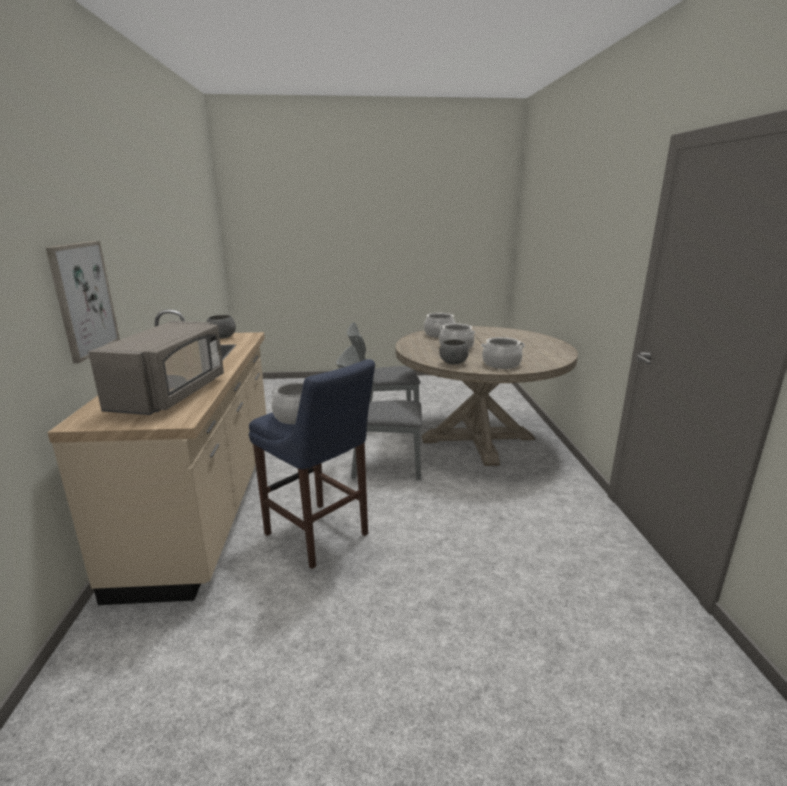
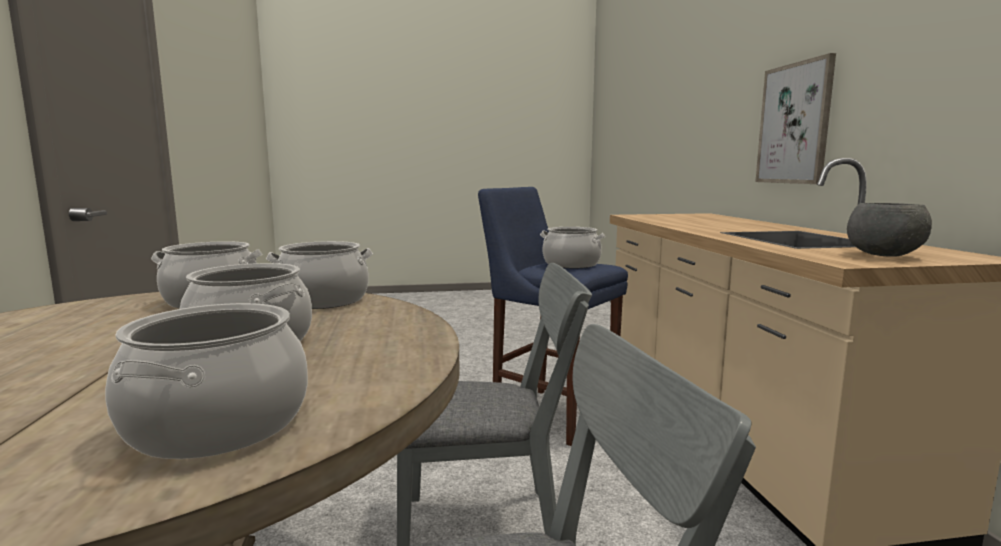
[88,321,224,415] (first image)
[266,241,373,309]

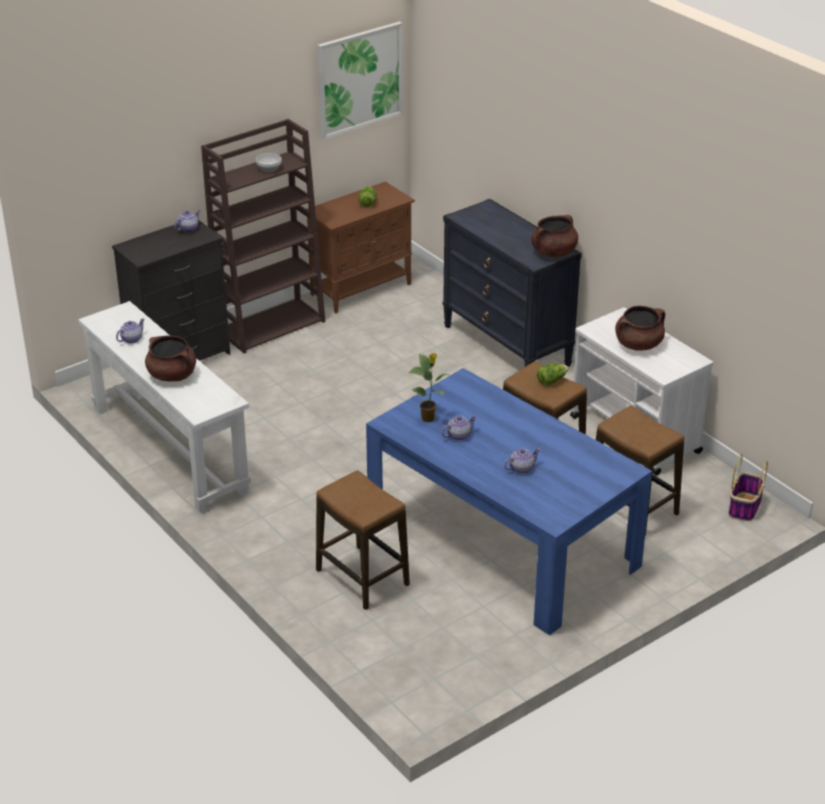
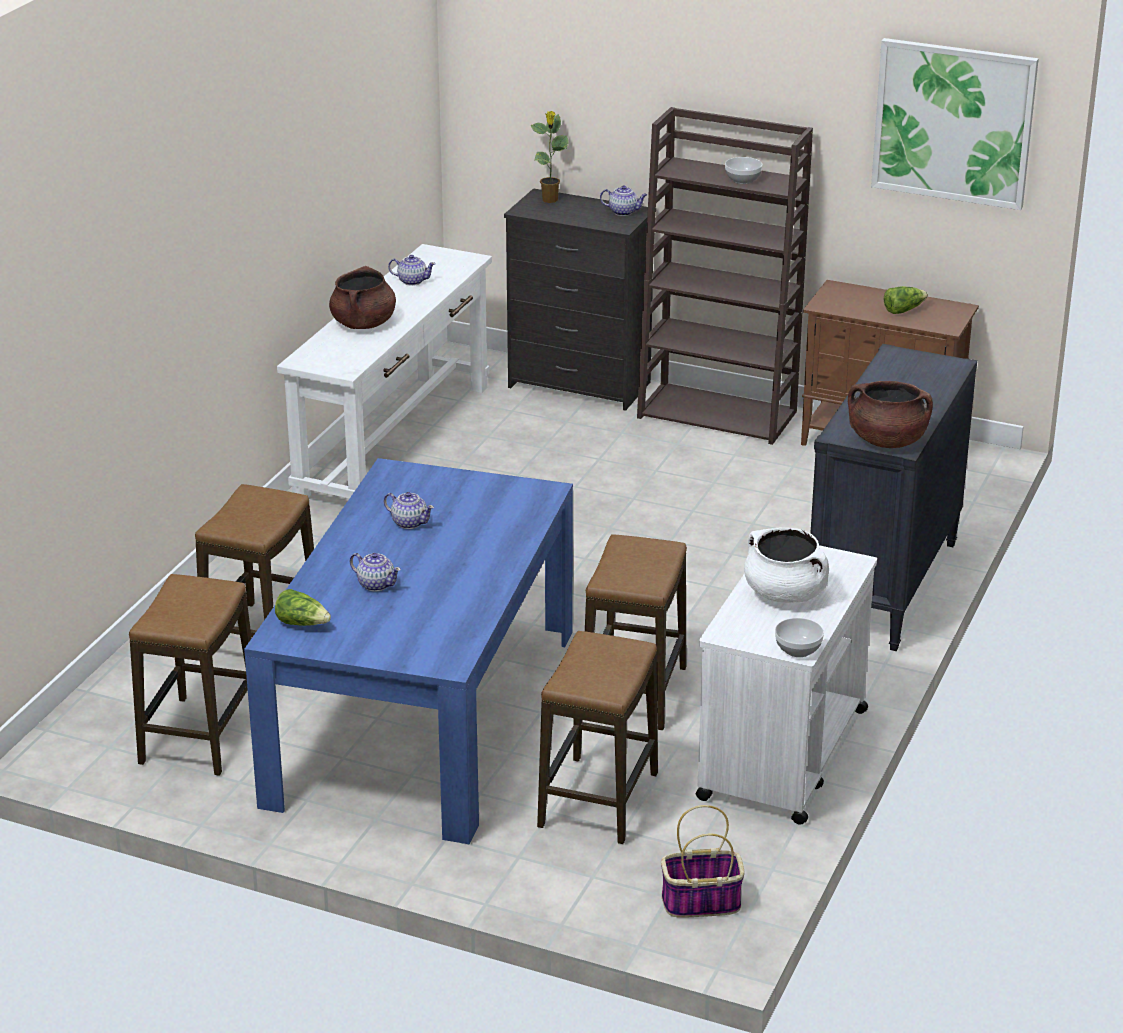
[744,528,829,603]
[531,111,569,203]
[275,589,331,626]
[129,574,252,776]
[775,618,824,657]

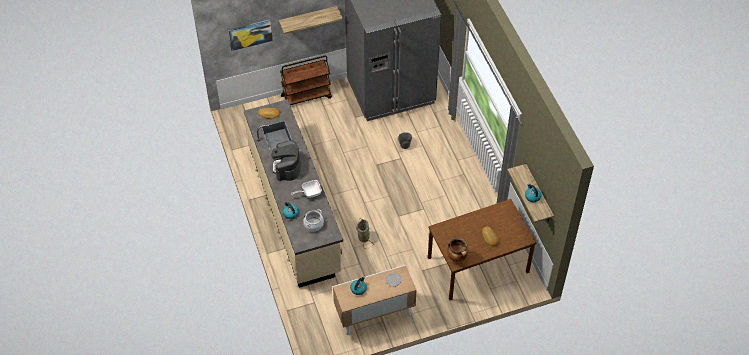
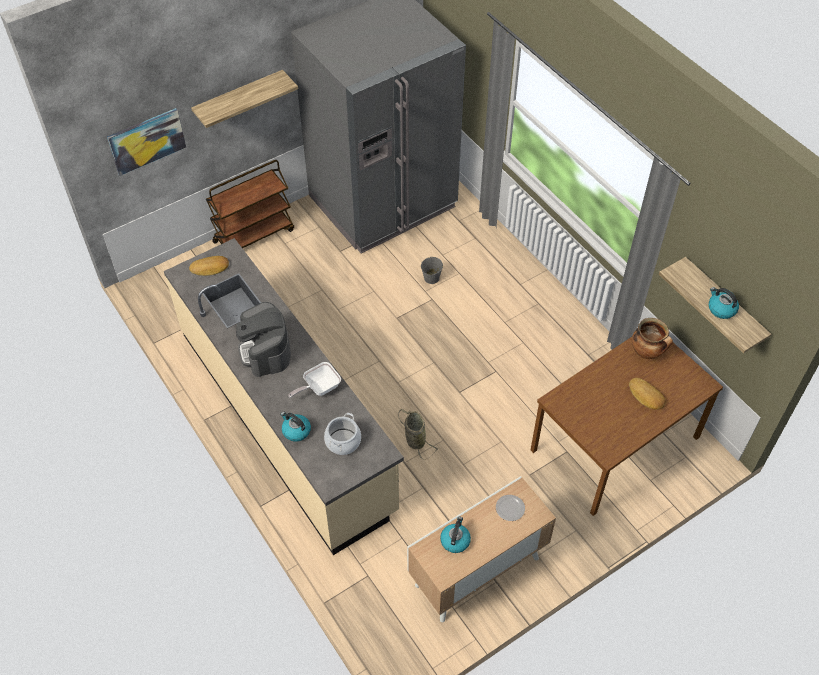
[632,318,673,359]

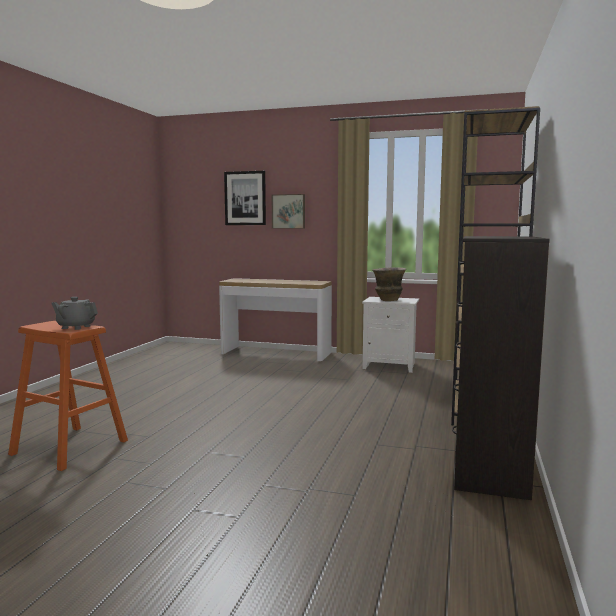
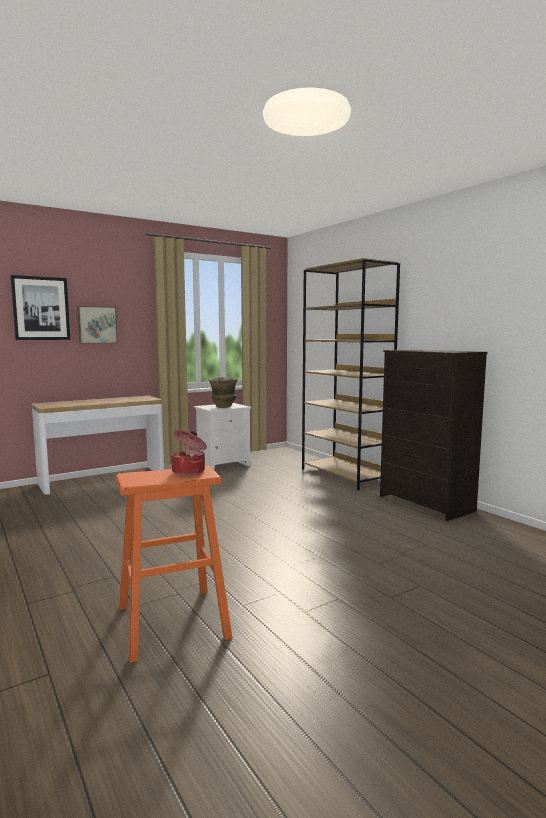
[171,430,207,475]

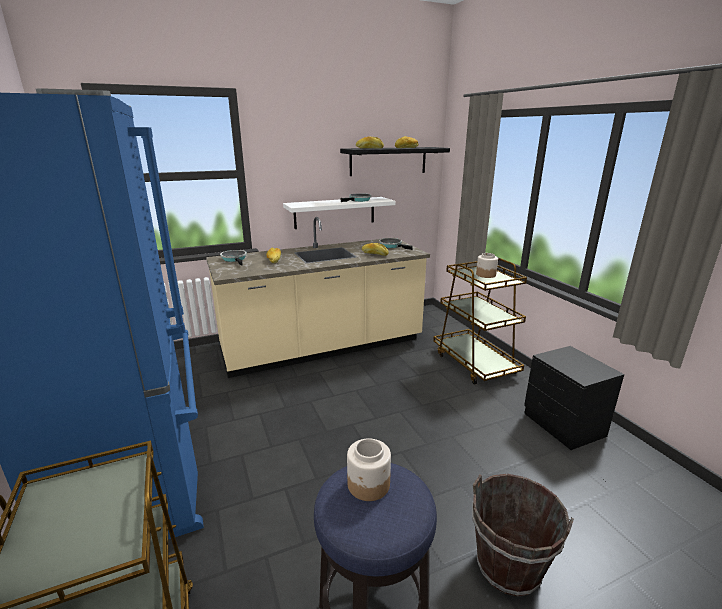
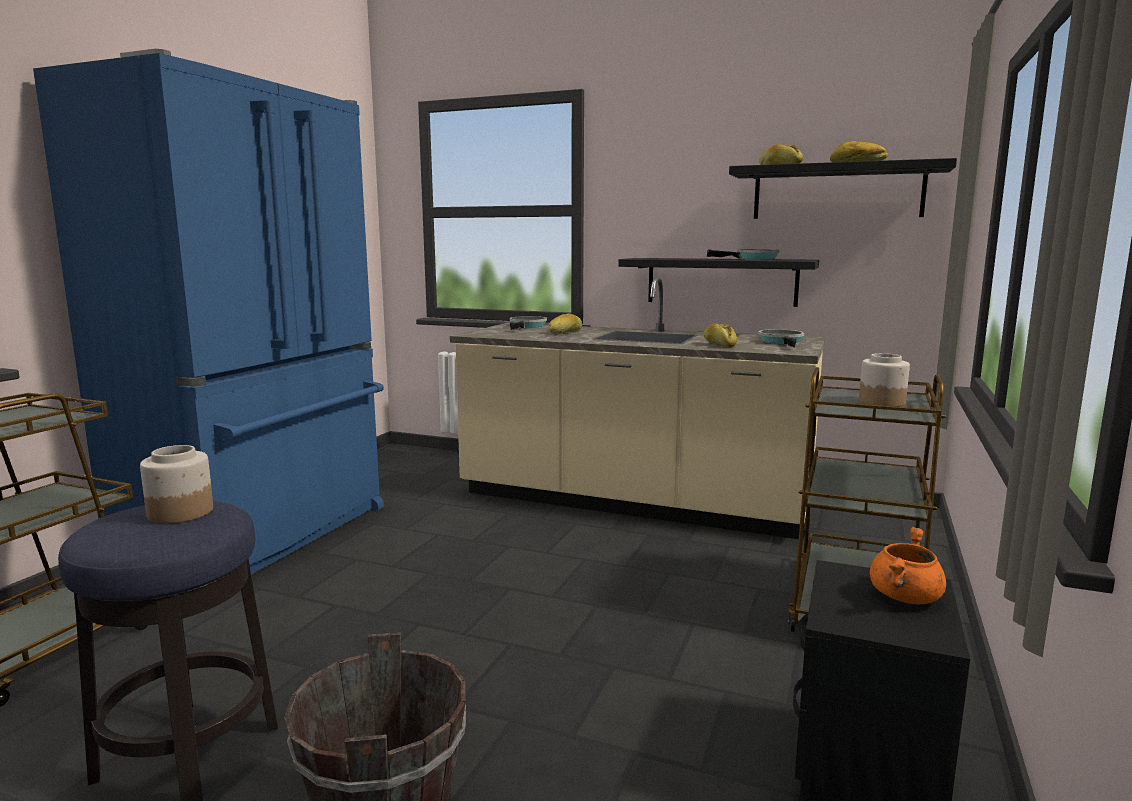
[619,258,819,307]
[870,527,946,604]

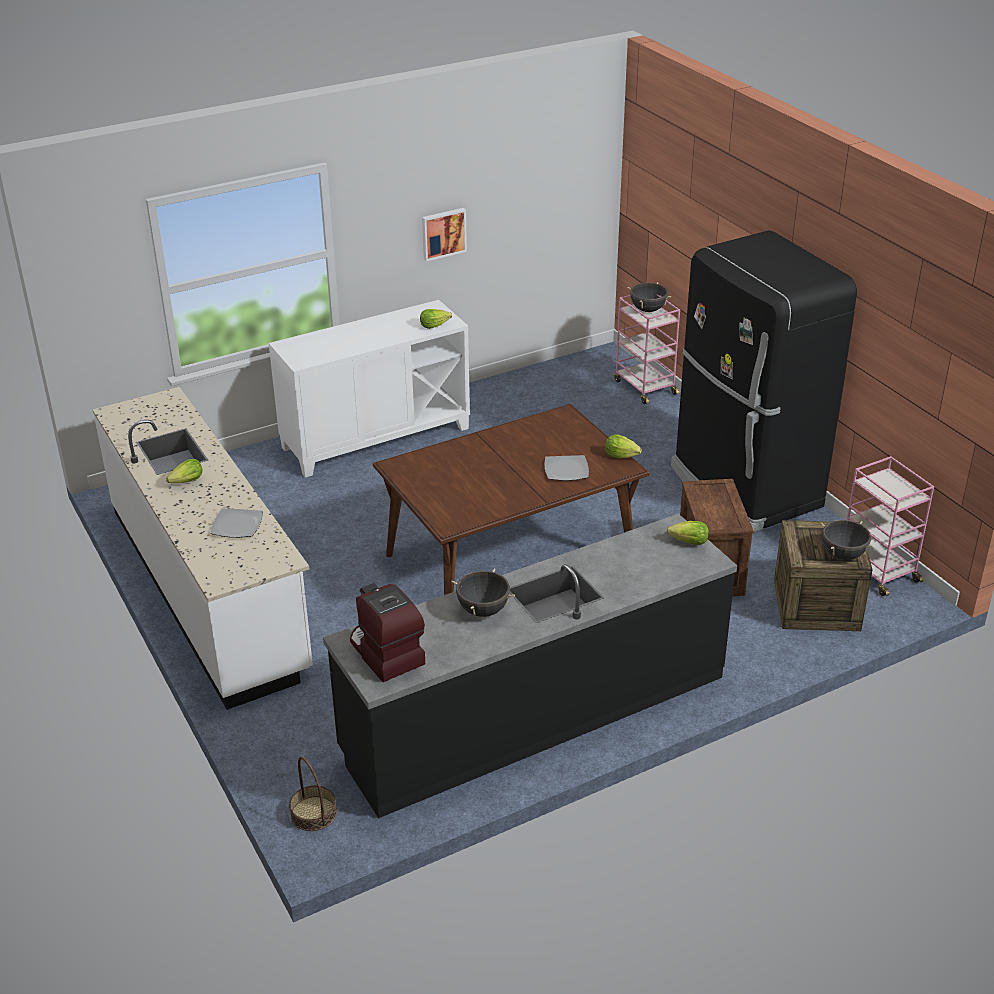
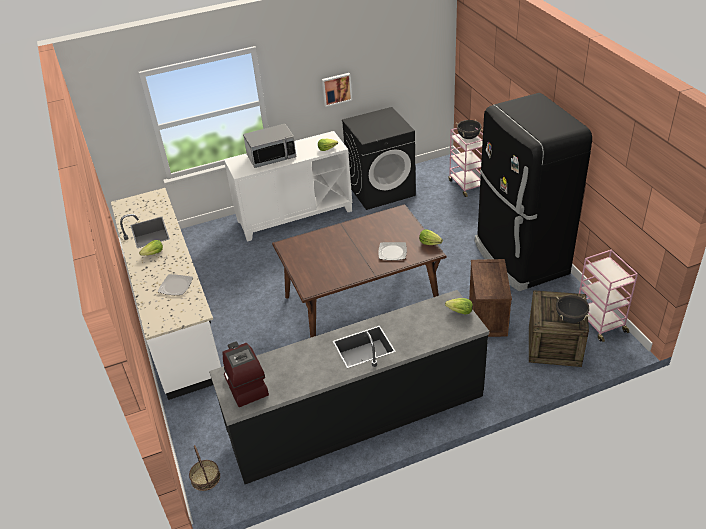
[451,568,515,617] (first image)
[342,107,416,210]
[243,124,296,168]

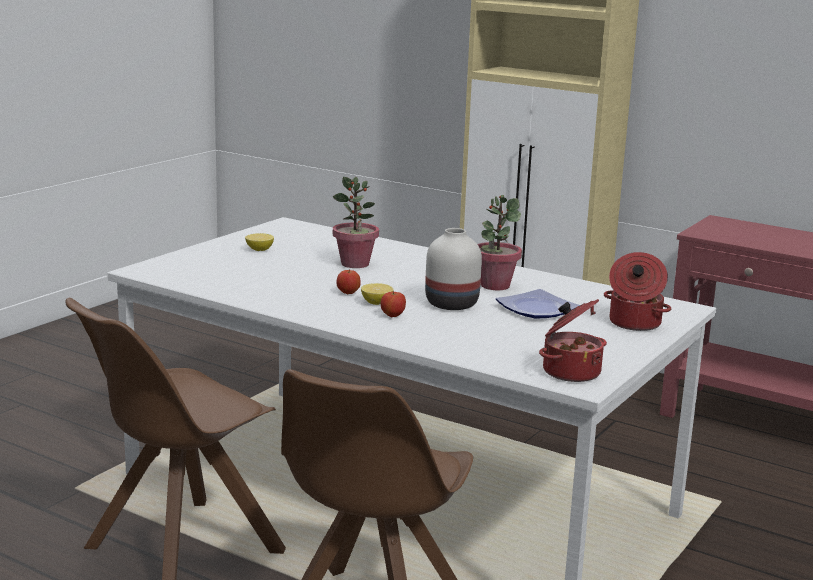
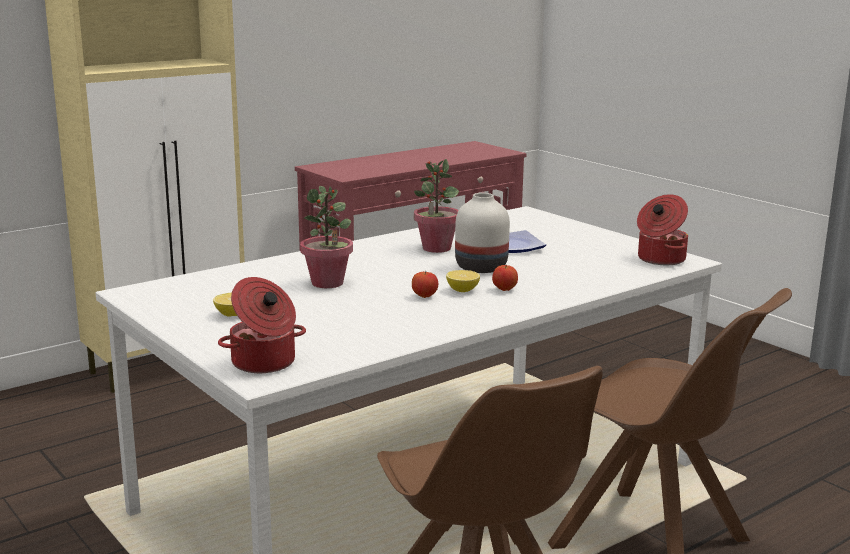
[218,277,306,373]

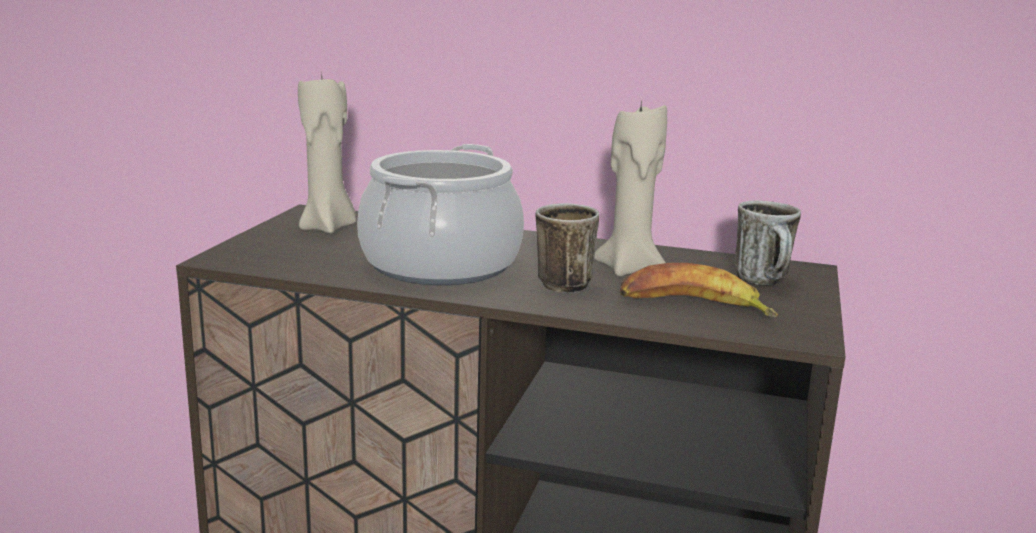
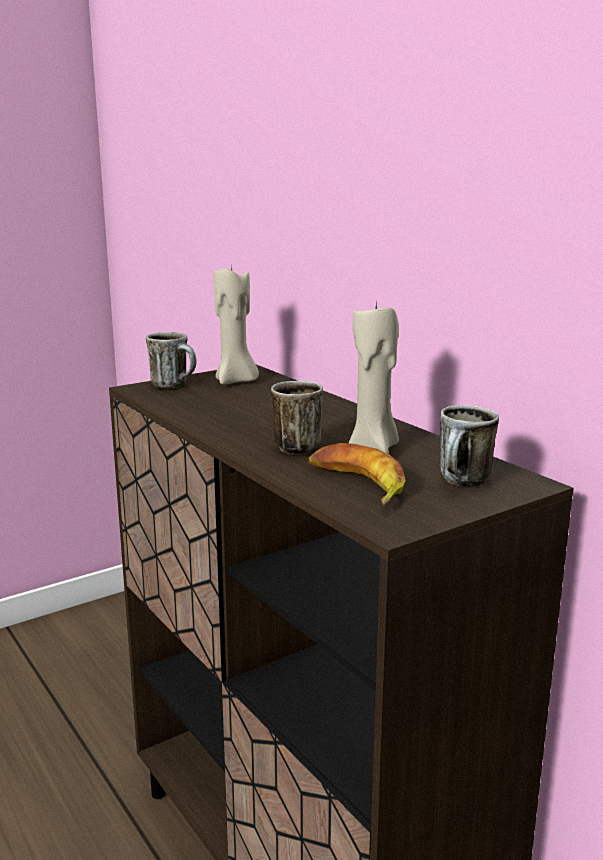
[357,144,524,285] (first image)
[146,332,197,389]

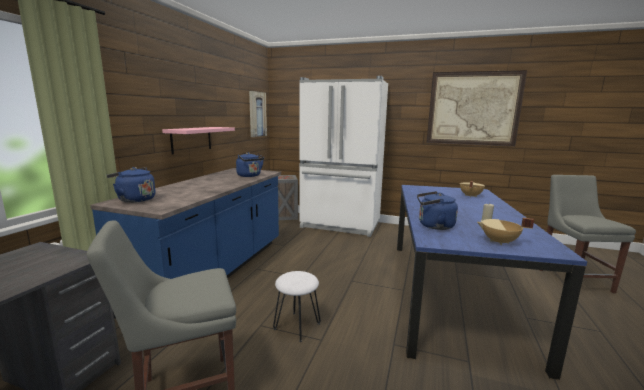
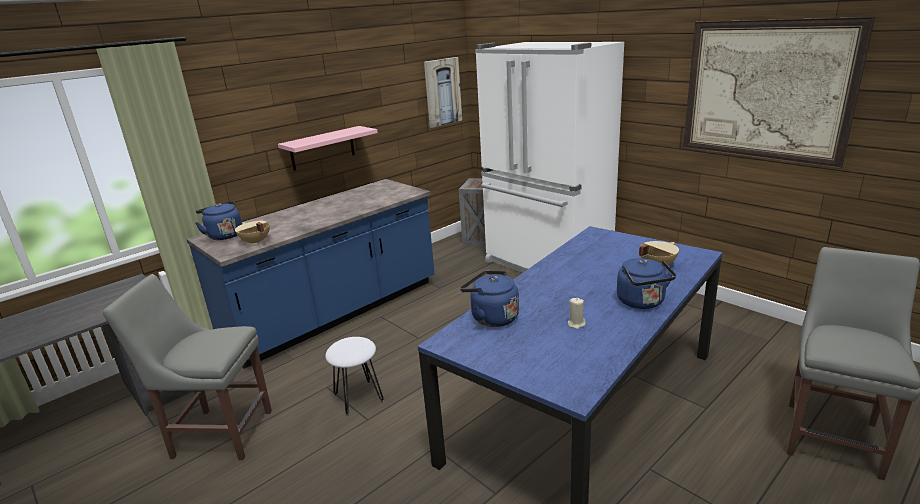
[617,258,676,309]
[235,221,270,245]

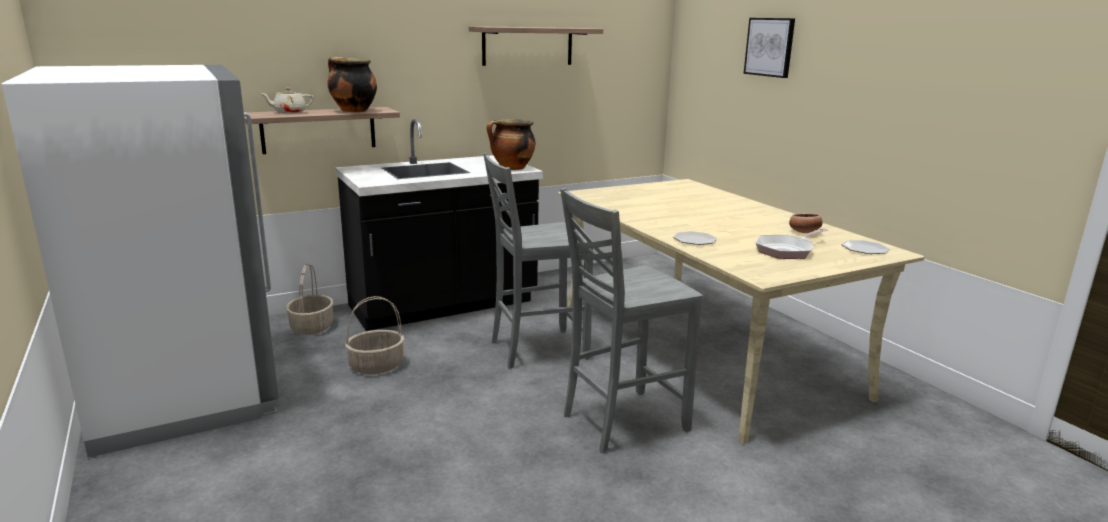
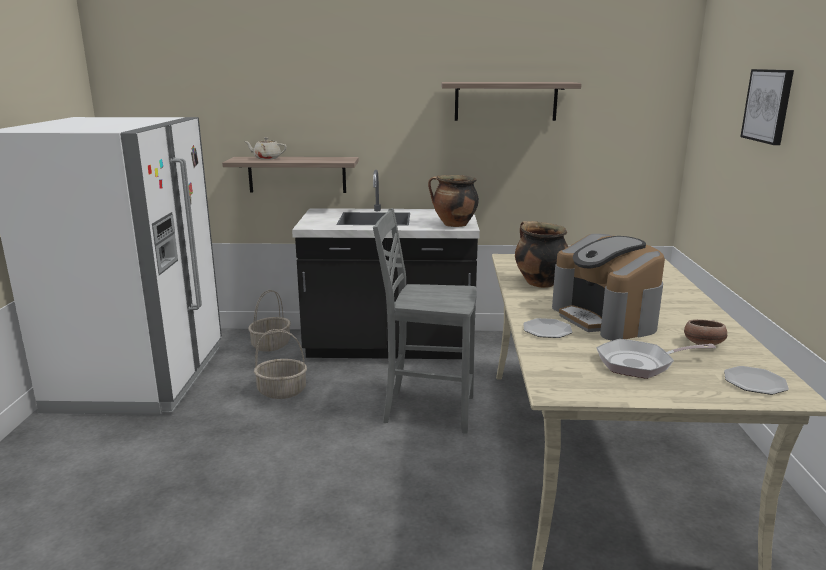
[515,221,568,288]
[560,188,702,453] (first image)
[552,234,665,341]

